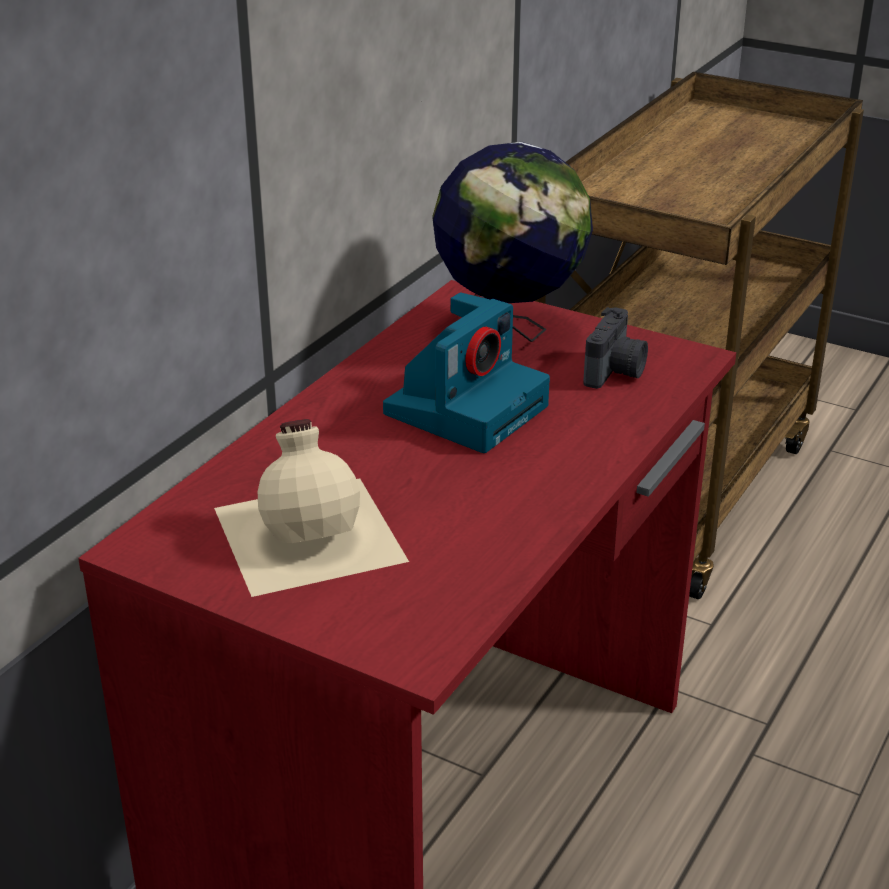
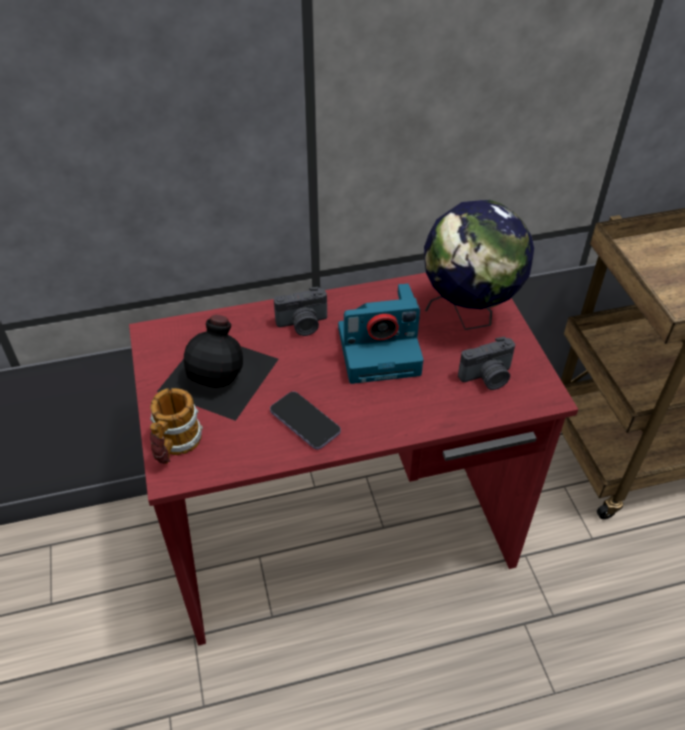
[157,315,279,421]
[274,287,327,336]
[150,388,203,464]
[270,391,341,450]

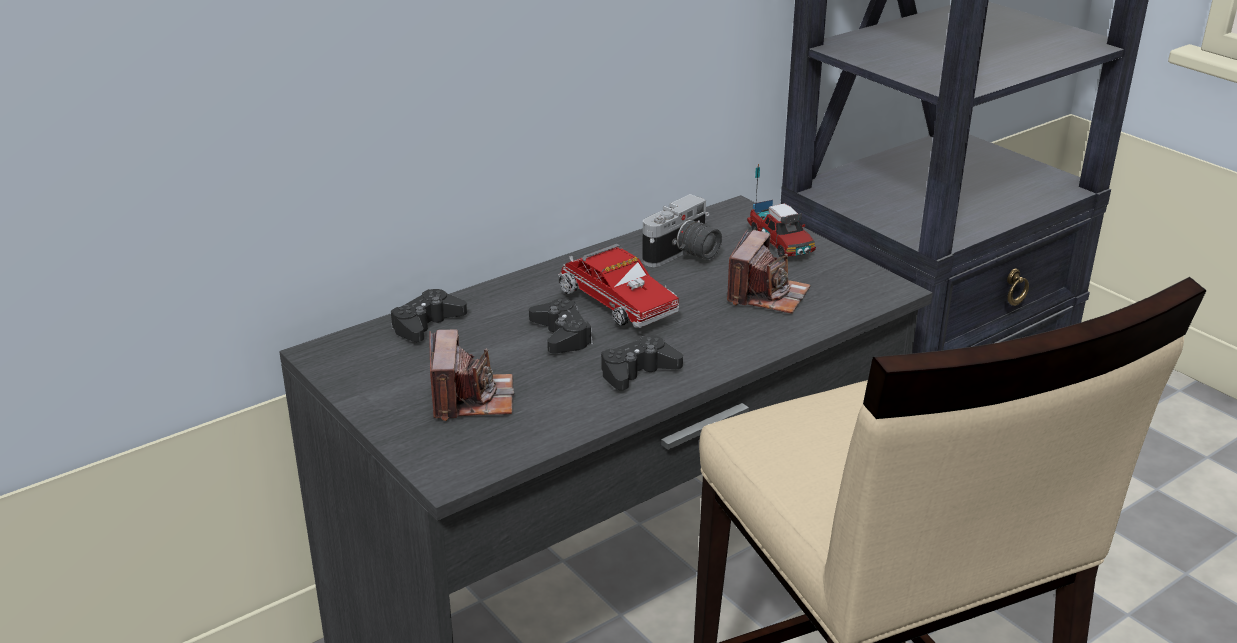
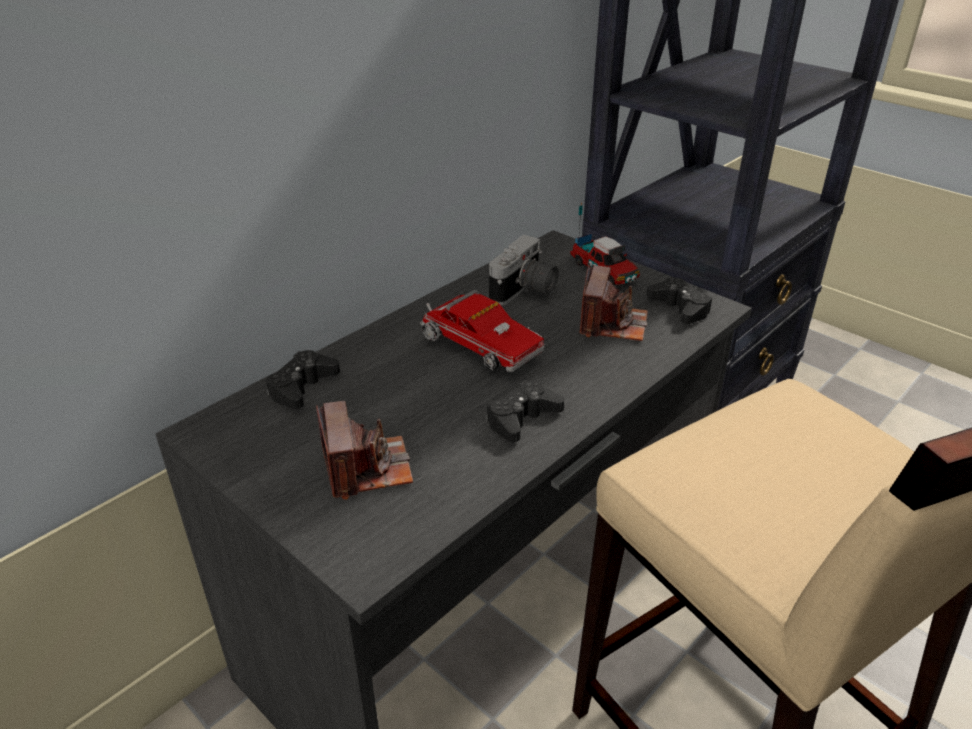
[646,277,712,324]

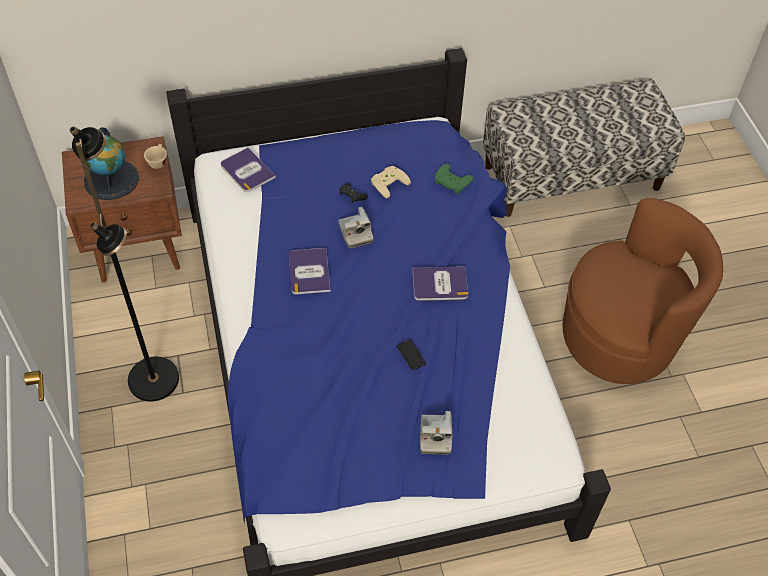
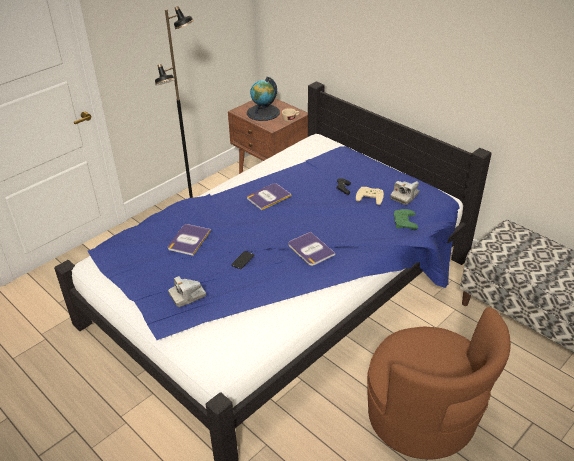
[168,224,211,256]
[391,181,419,205]

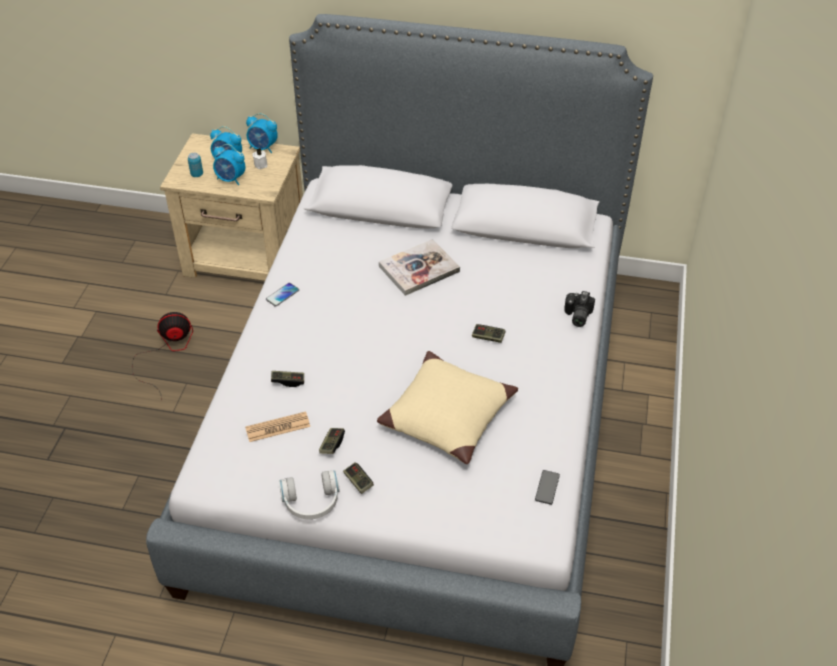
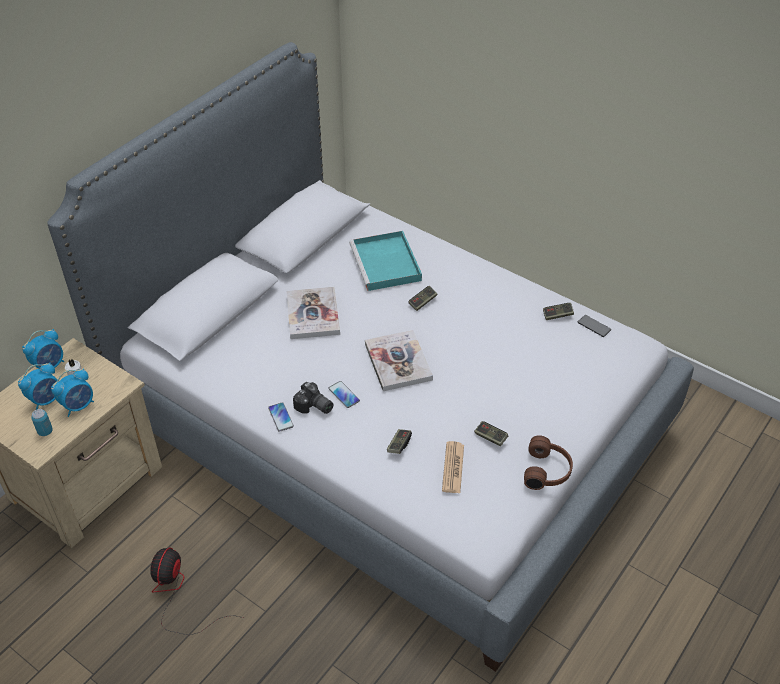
[293,381,334,414]
[377,351,518,464] (first image)
[543,303,574,320]
[524,435,573,490]
[349,231,422,291]
[365,330,433,391]
[328,381,360,408]

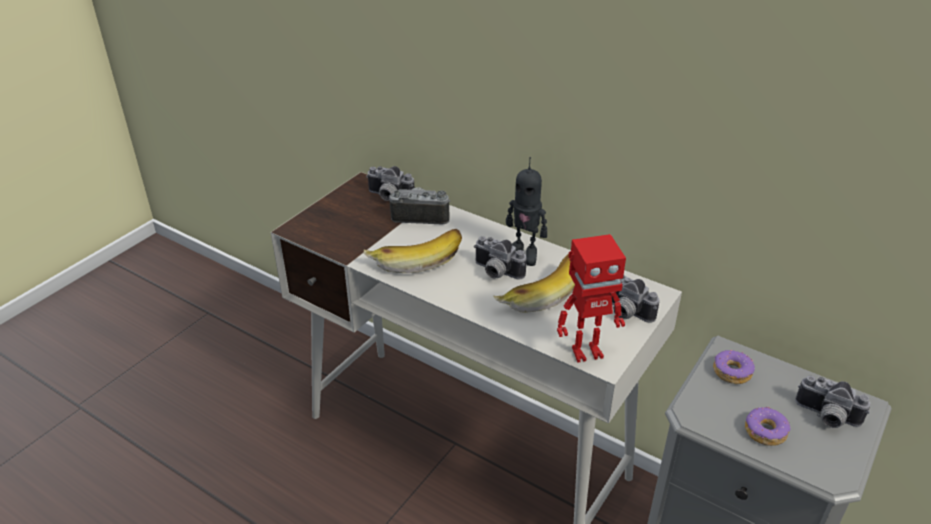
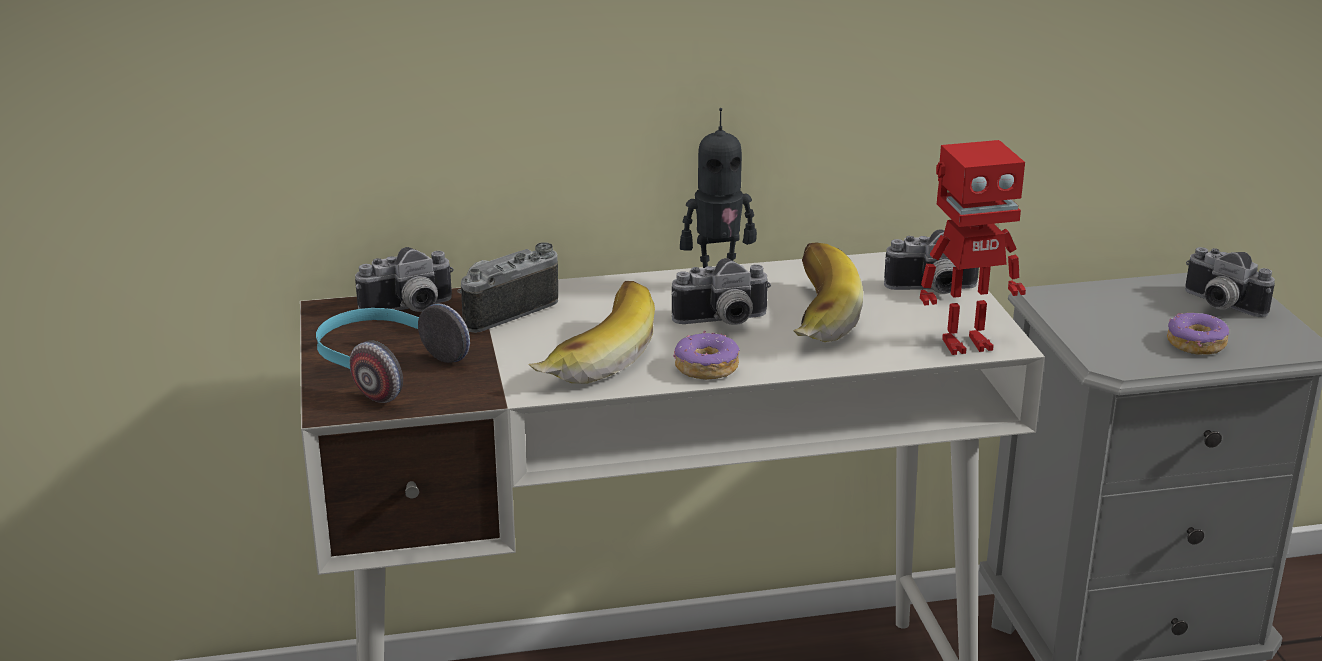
[920,140,1026,355]
[673,331,740,380]
[1185,247,1275,317]
[316,304,470,403]

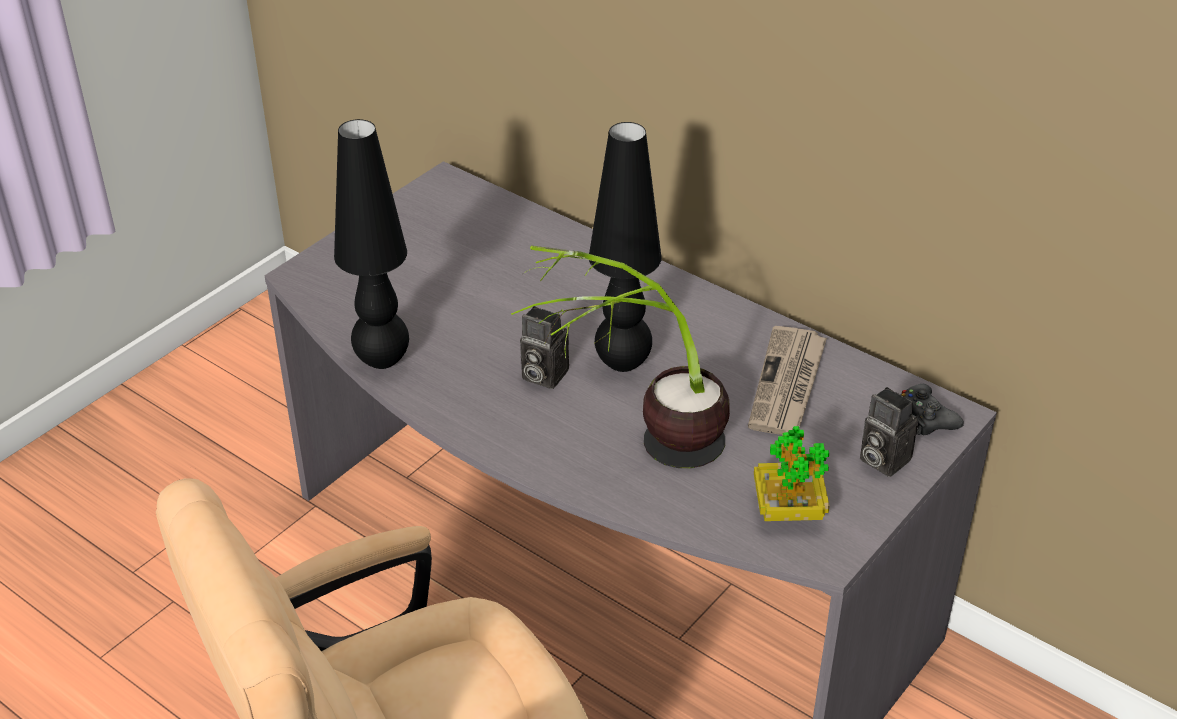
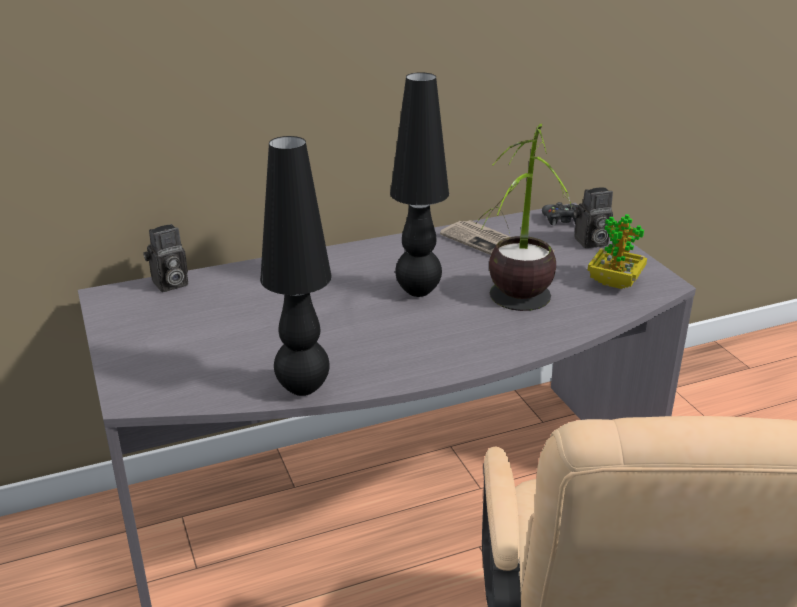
[143,224,188,292]

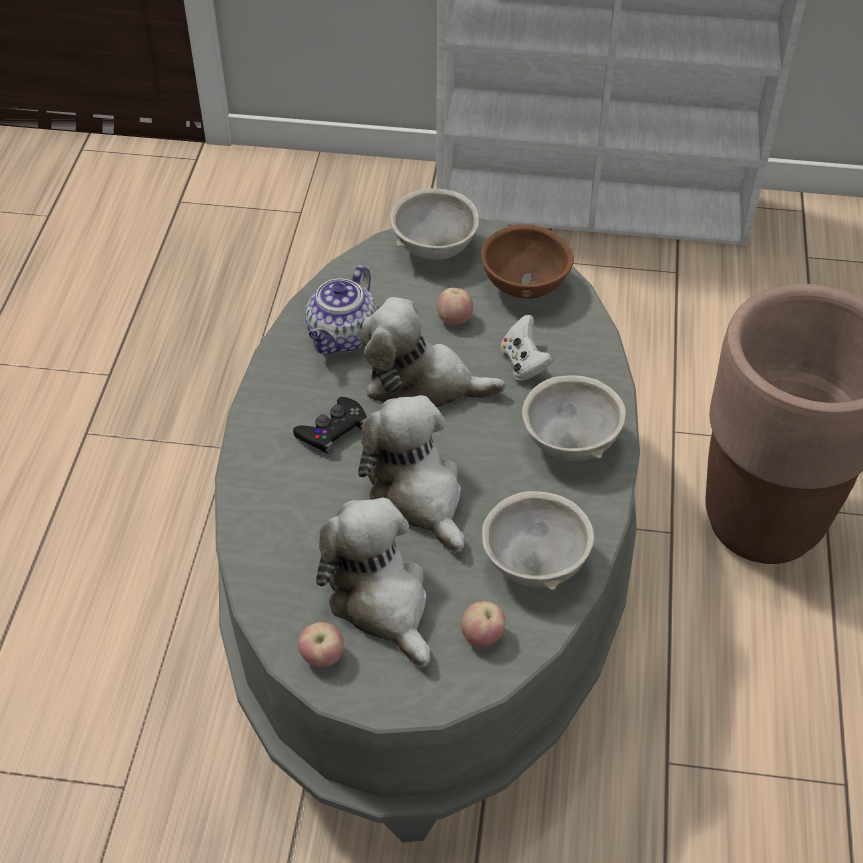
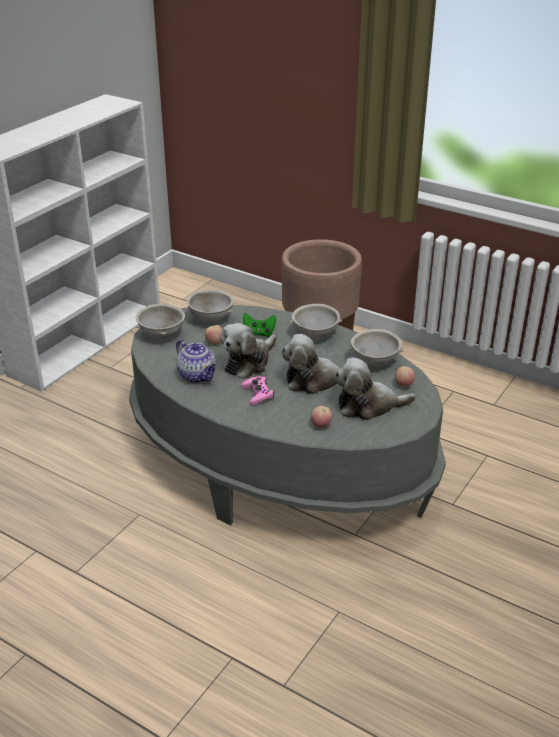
[187,290,234,323]
[243,313,276,337]
[241,376,274,406]
[311,406,333,428]

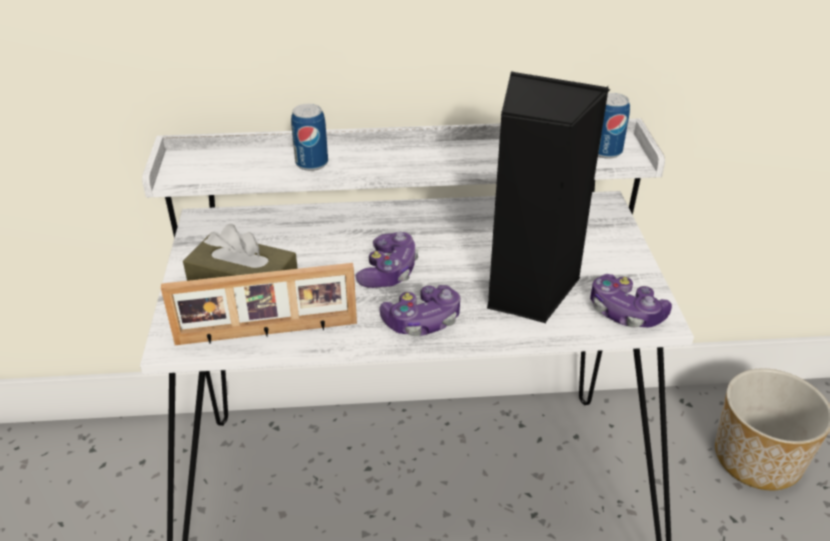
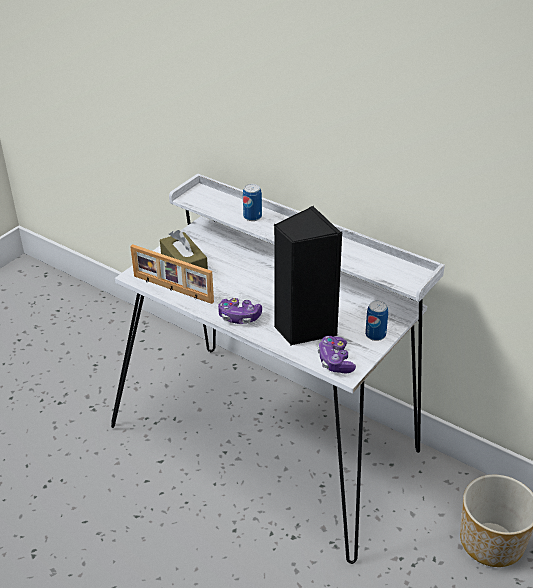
[365,300,388,341]
[356,232,419,288] (first image)

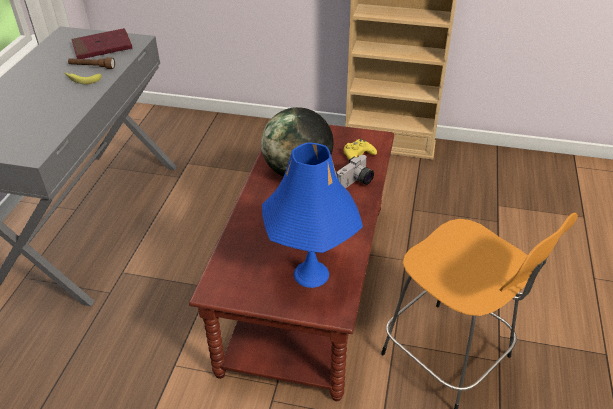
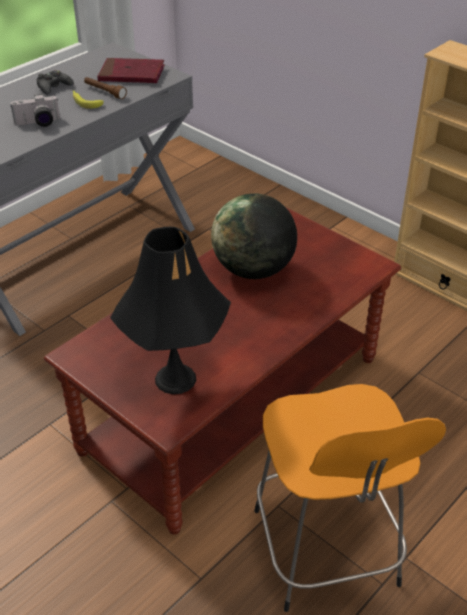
[344,139,377,160] (first image)
[110,227,231,394]
[10,94,60,127]
[37,70,74,95]

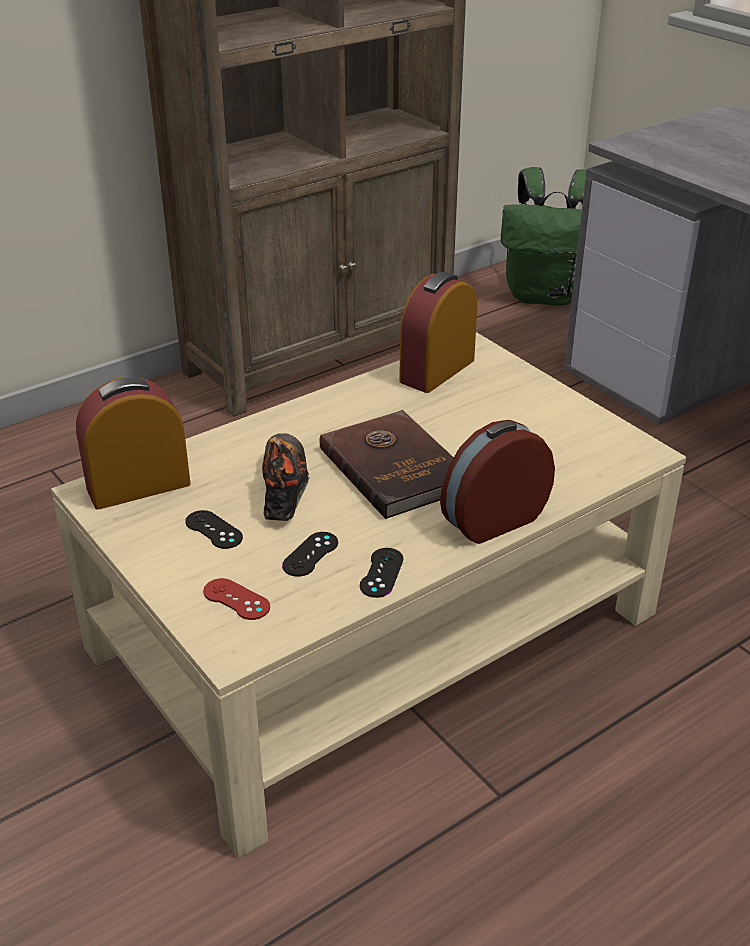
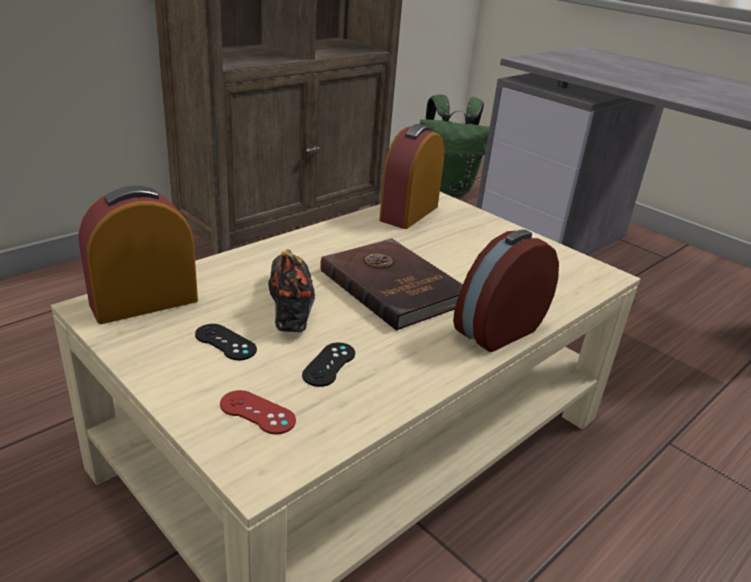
[360,548,404,598] (first image)

